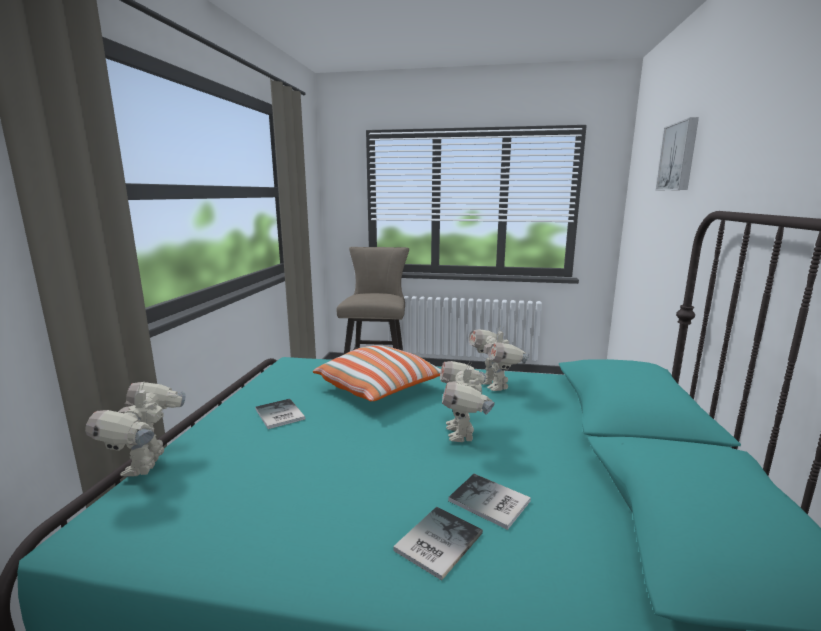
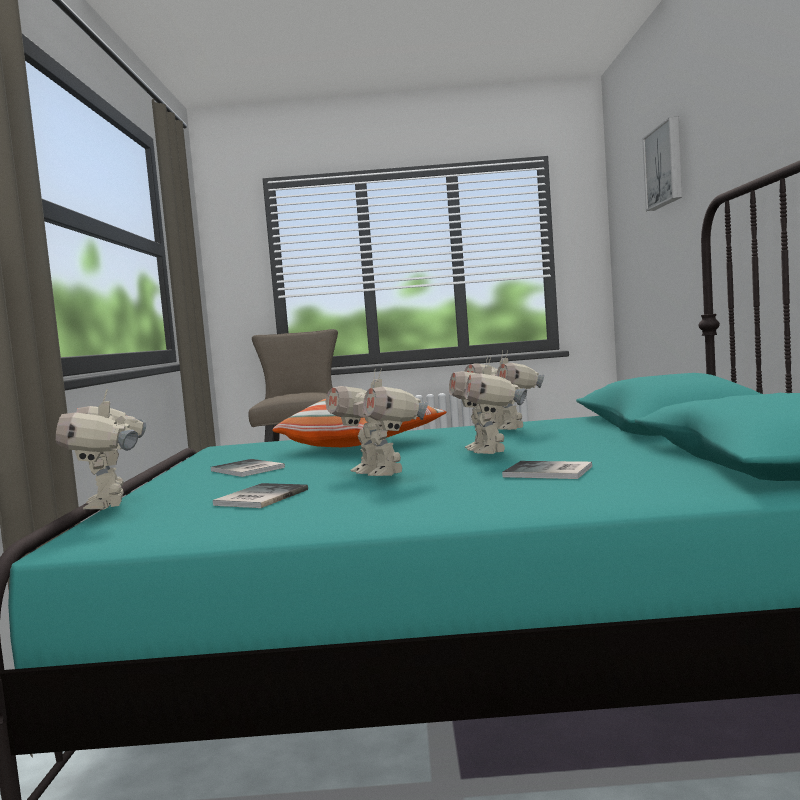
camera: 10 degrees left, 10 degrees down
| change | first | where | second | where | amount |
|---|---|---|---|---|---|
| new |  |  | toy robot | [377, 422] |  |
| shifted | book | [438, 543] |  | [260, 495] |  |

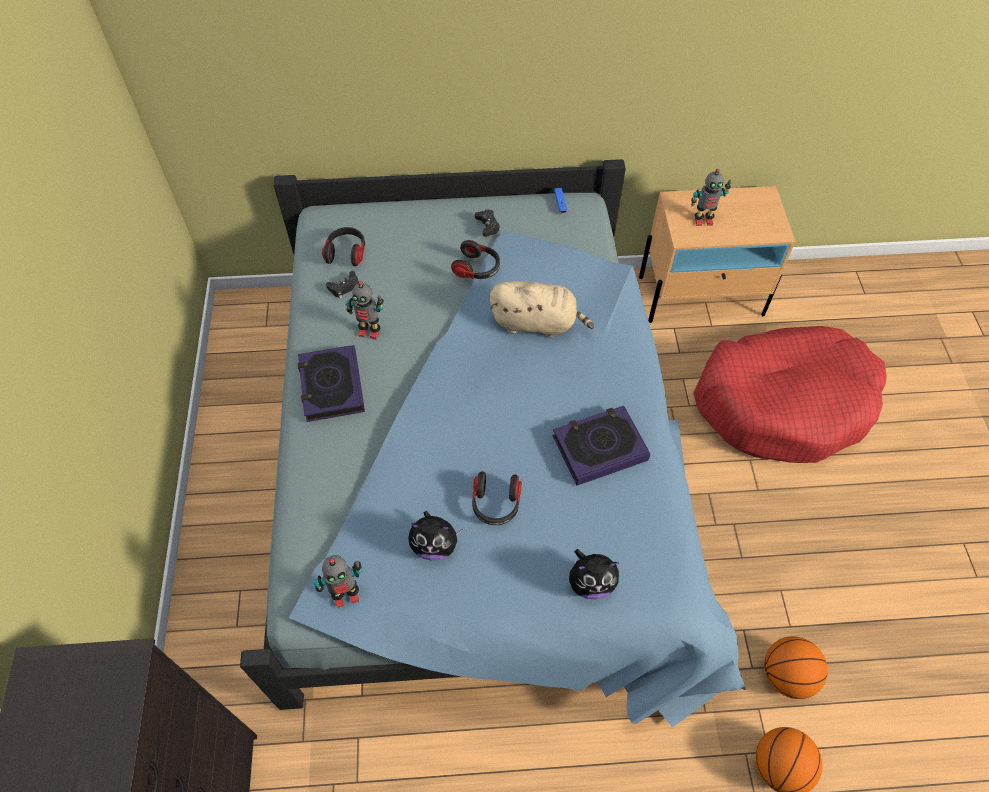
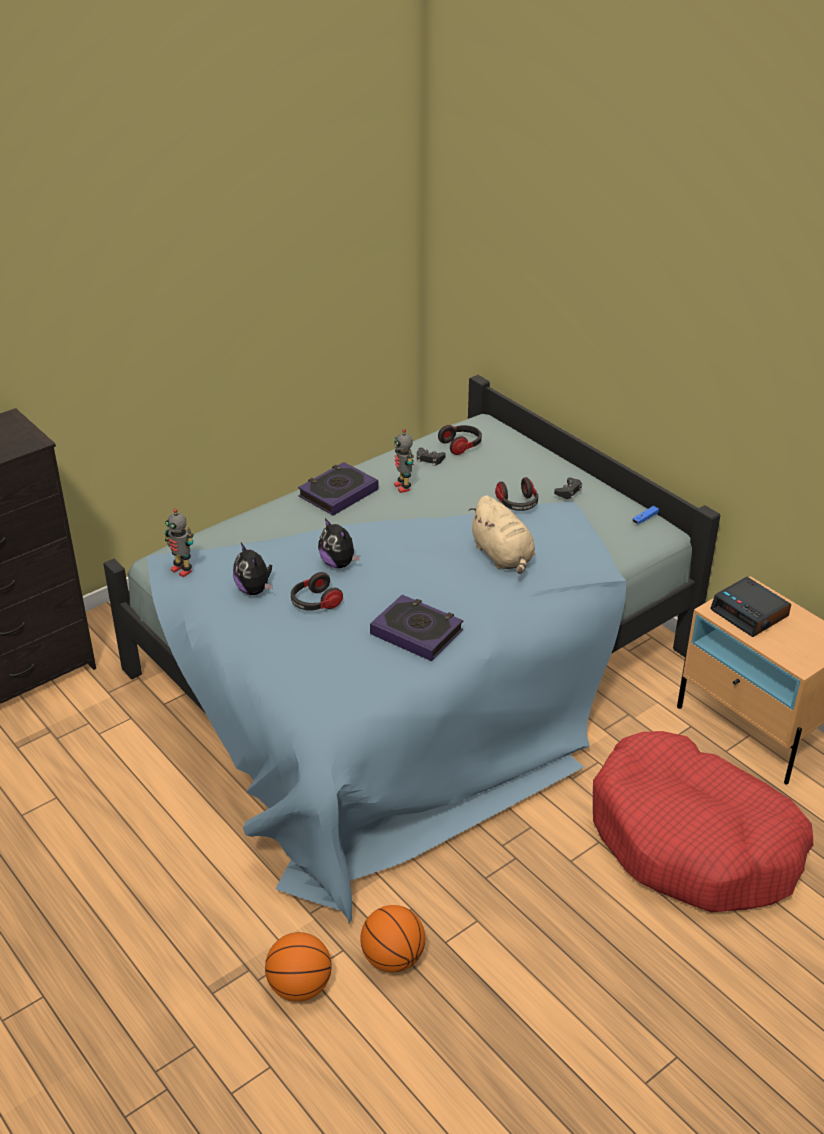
camera: 55 degrees right, 20 degrees down
| change | first | where | second | where | amount |
|---|---|---|---|---|---|
| shifted | plush toy | [594, 574] |  | [339, 543] |  |
| swapped | toy robot | [711, 197] | alarm clock | [750, 607] |  |

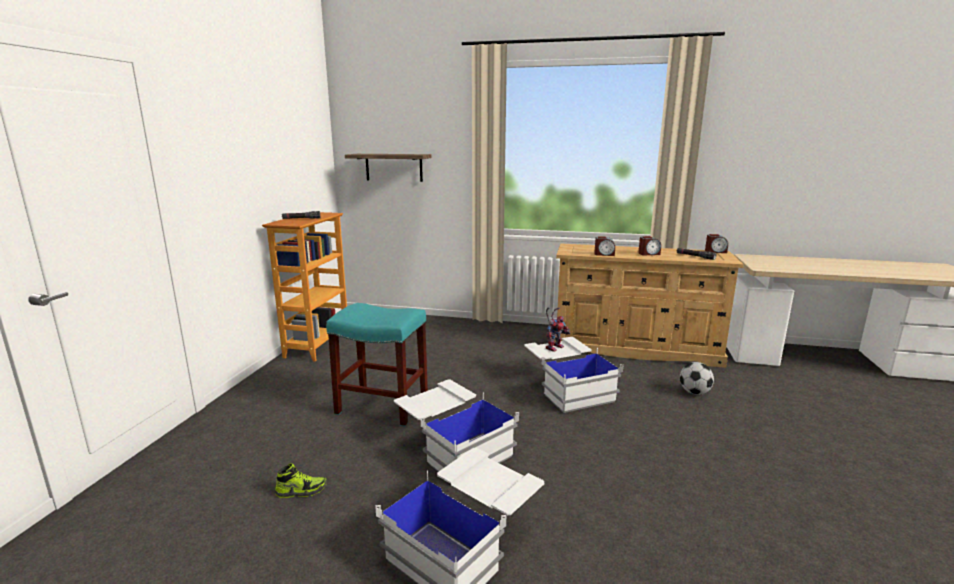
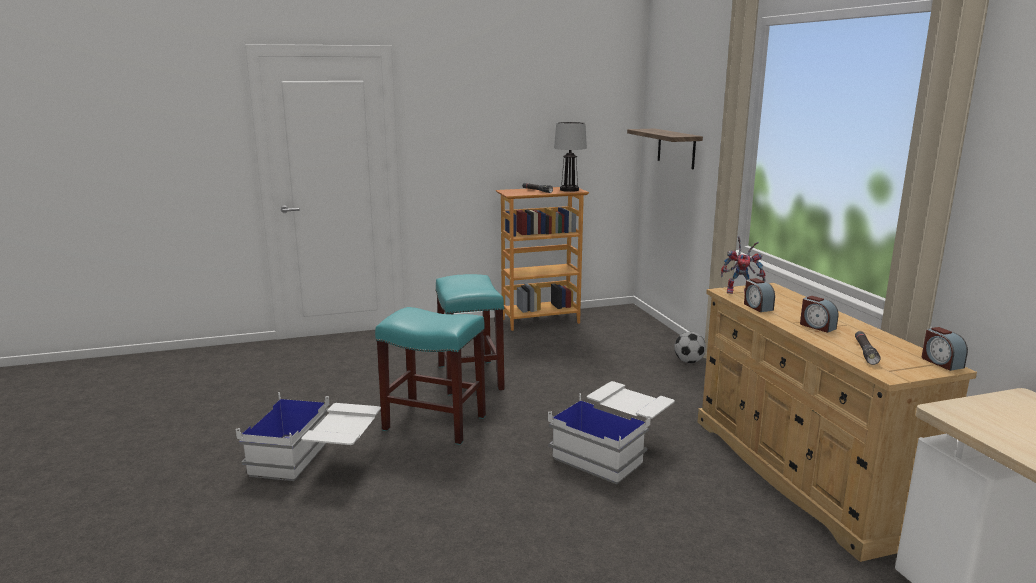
camera: 60 degrees right, 0 degrees up
| change | first | where | second | where | amount |
|---|---|---|---|---|---|
| gone | shoe | [301, 480] |  |  |  |
| new |  |  | table lamp | [570, 157] |  |
| shifted | toy robot | [558, 330] |  | [743, 265] |  |
| shifted | football | [697, 378] |  | [690, 347] |  |
| swapped | white storage box | [456, 425] | turquoise stool | [430, 376] |  |

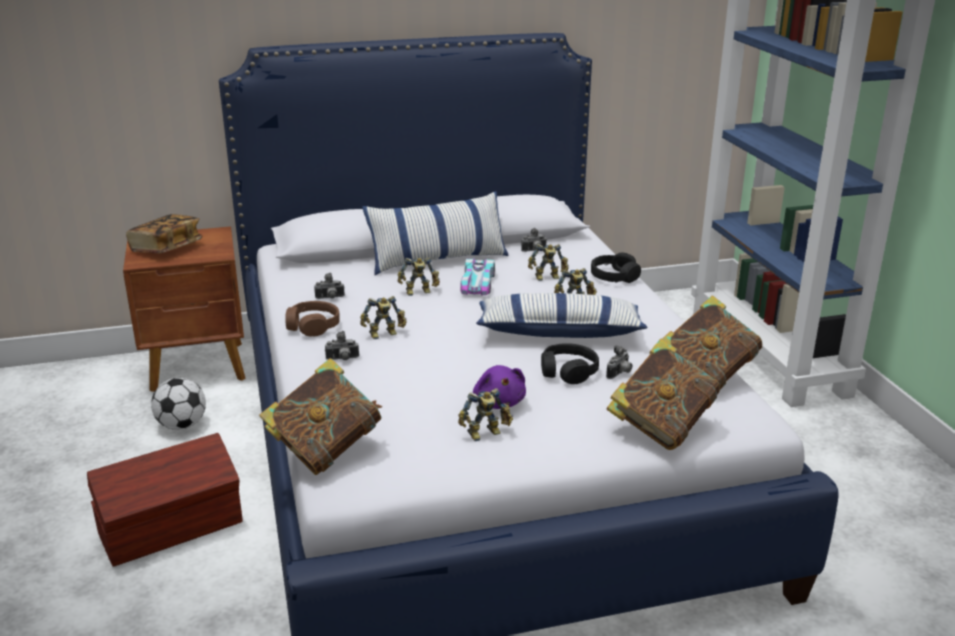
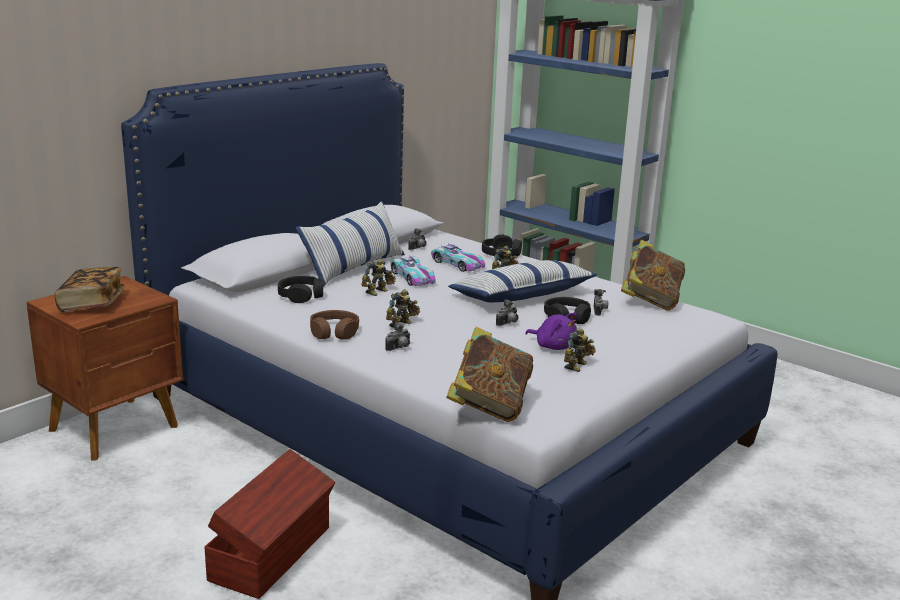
camera: 35 degrees left, 5 degrees down
| change | first | where | second | where | amount |
|---|---|---|---|---|---|
| gone | football | [178, 404] |  |  |  |
| gone | book | [663, 394] |  |  |  |
| new |  |  | black headphones | [300, 289] |  |
| shifted | photo camera | [329, 286] |  | [507, 312] |  |
| swapped | toy robot | [548, 262] | toy car | [458, 258] |  |

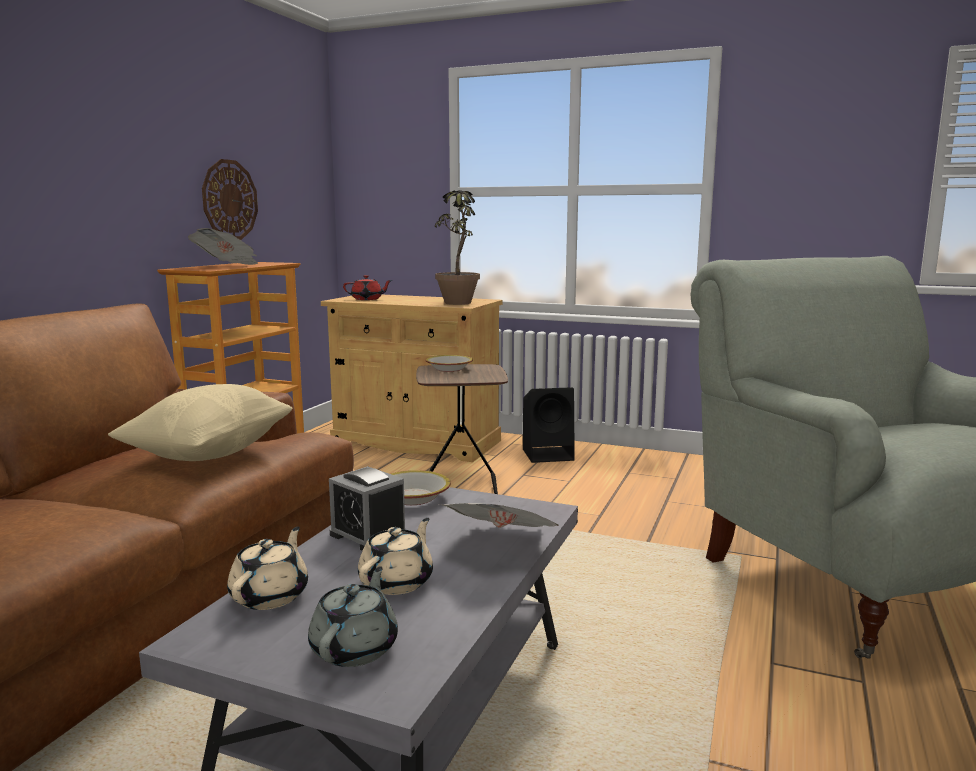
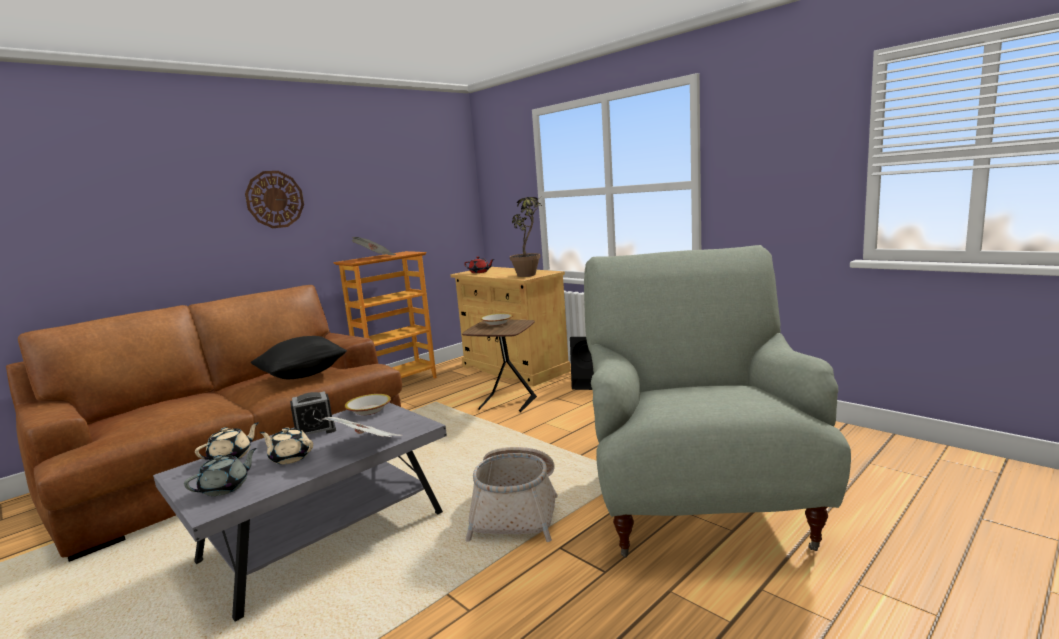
camera: 25 degrees right, 0 degrees up
| change | first | where | second | where | amount |
|---|---|---|---|---|---|
| new |  |  | basket | [512, 494] |  |
| shifted | wall clock | [230, 199] |  | [274, 199] |  |
| repainted | beige pillow | [200, 422] | black pillow | [298, 357] |  |
| rotated | alarm clock | [367, 508] |  | [313, 413] | 90 degrees counterclockwise |
| rotated | beige teapot | [395, 556] |  | [286, 445] | 120 degrees counterclockwise |

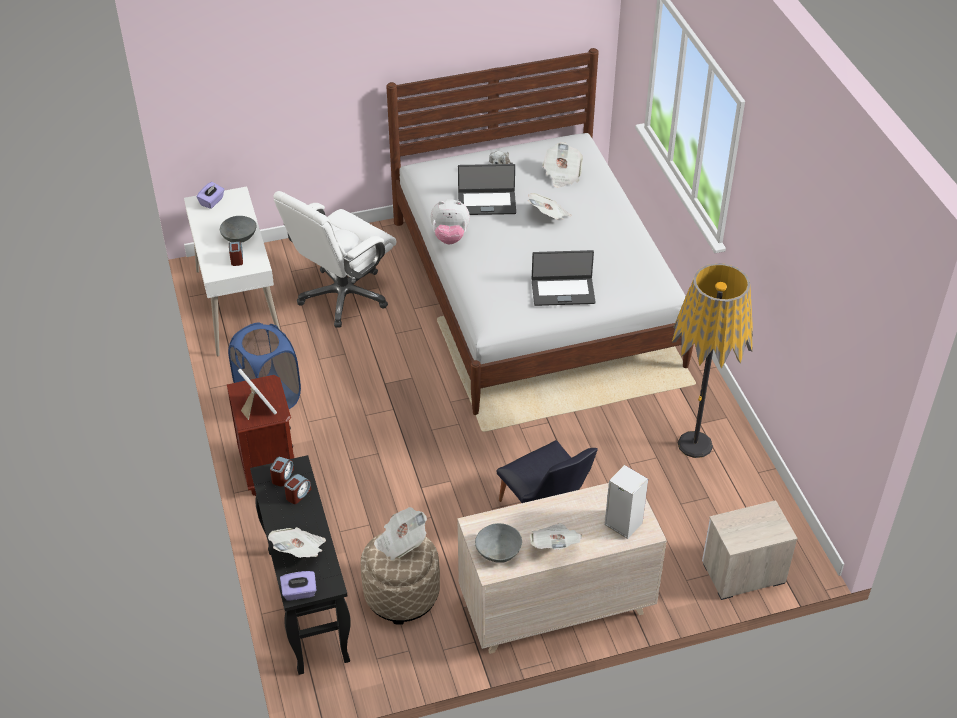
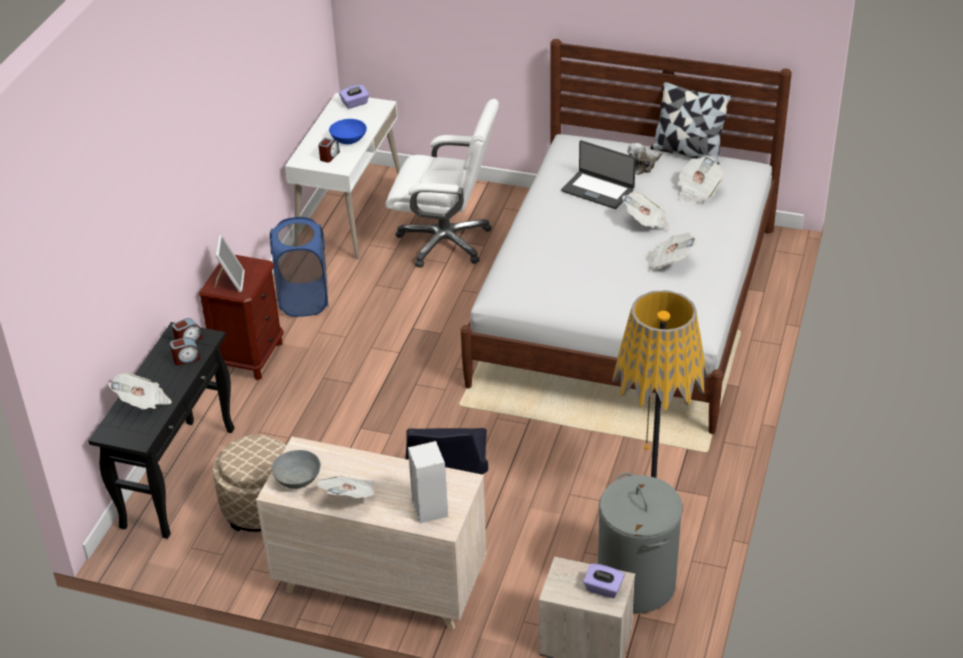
camera: 35 degrees right, 5 degrees down
| change | first | where | second | where | amount |
|---|---|---|---|---|---|
| gone | plush toy | [450, 221] |  |  |  |
| gone | laptop | [564, 278] |  |  |  |
| new |  |  | grey laundry basket | [640, 543] |  |
| new |  |  | pillow | [691, 123] |  |
| shifted | purple tissue box | [298, 586] |  | [604, 580] |  |
| shifted | newspaper | [400, 534] |  | [670, 251] |  |
| repainted | grey bowl | [238, 229] | blue bowl | [348, 131] |  |
| rotated | white office chair | [334, 259] |  | [442, 183] | 150 degrees counterclockwise |

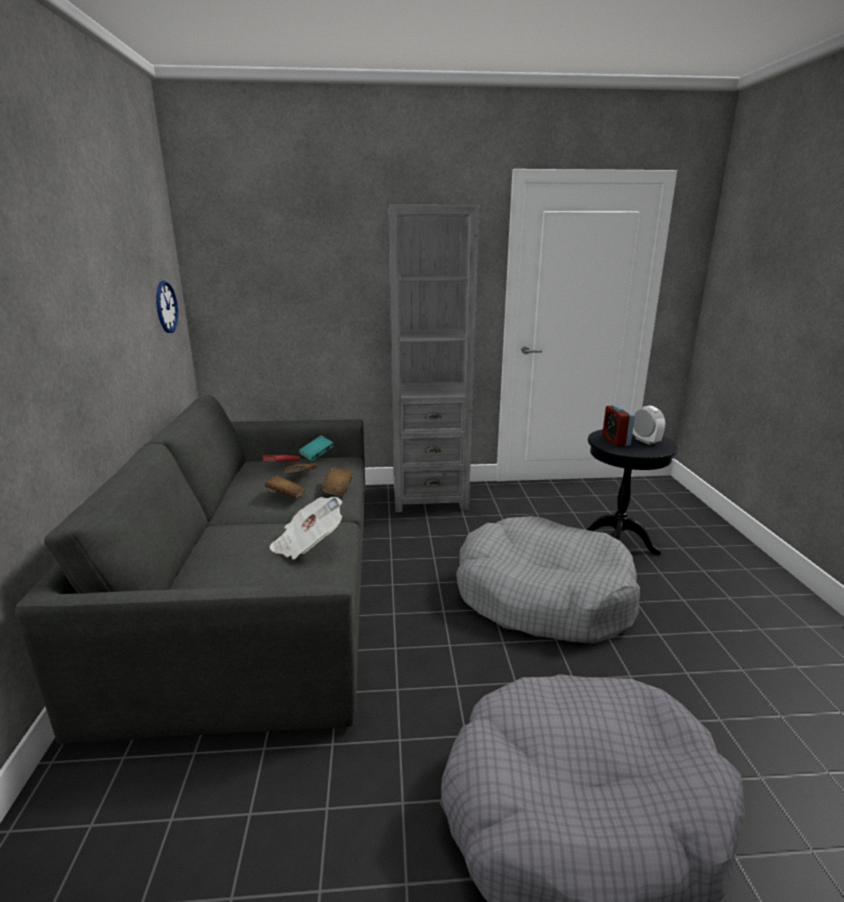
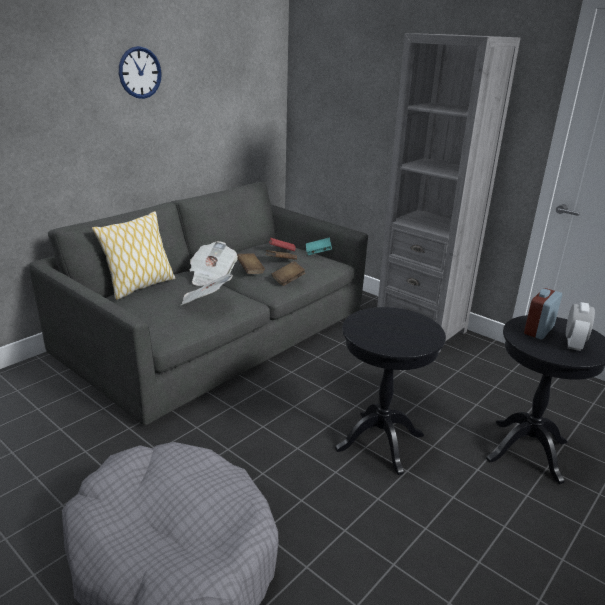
camera: 45 degrees right, 5 degrees up
| change | first | where | second | where | amount |
|---|---|---|---|---|---|
| new |  |  | pillow | [134, 255] |  |
| new |  |  | newspaper | [213, 263] |  |
| shifted | wall clock | [167, 307] |  | [140, 72] |  |
| swapped | grey dog bed | [548, 580] | black side table | [390, 391] |  |

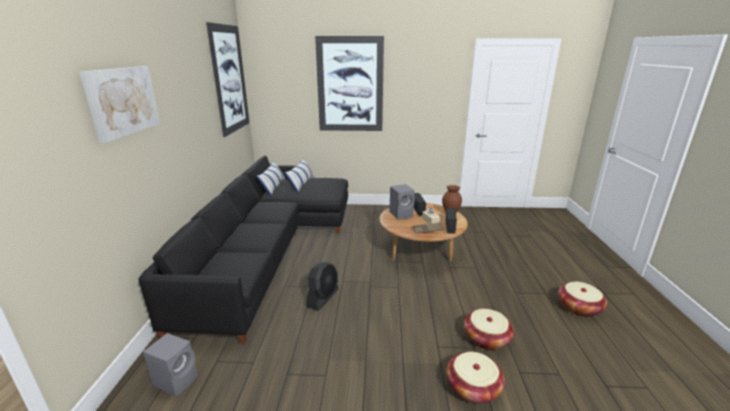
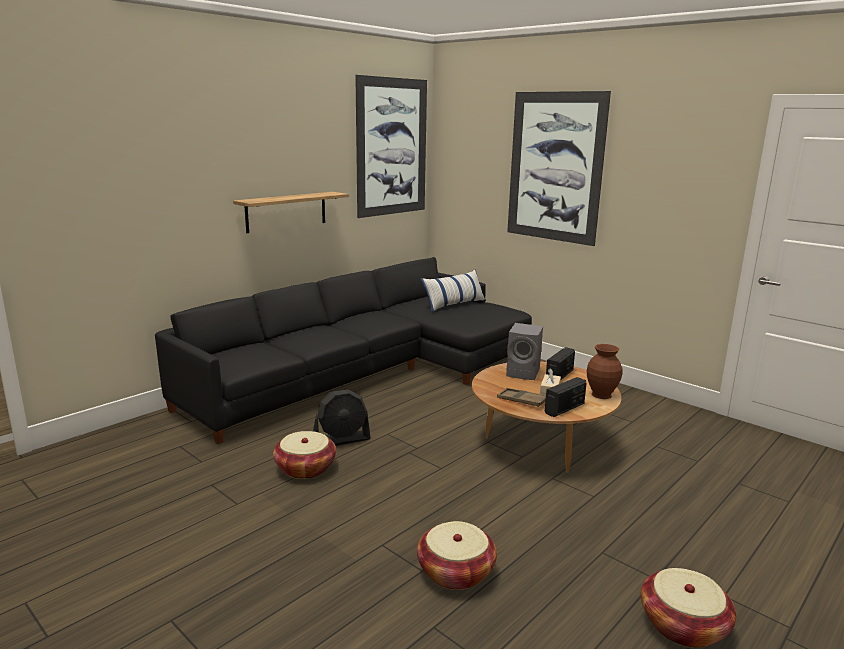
camera: 40 degrees right, 5 degrees down
| change | first | where | second | where | amount |
|---|---|---|---|---|---|
| gone | picture | [119, 104] |  |  |  |
| gone | grey speaker | [170, 364] |  |  |  |
| gone | pillow | [271, 179] |  |  |  |
| new |  |  | shelf | [291, 212] |  |
| shifted | basket | [476, 378] |  | [304, 455] |  |

